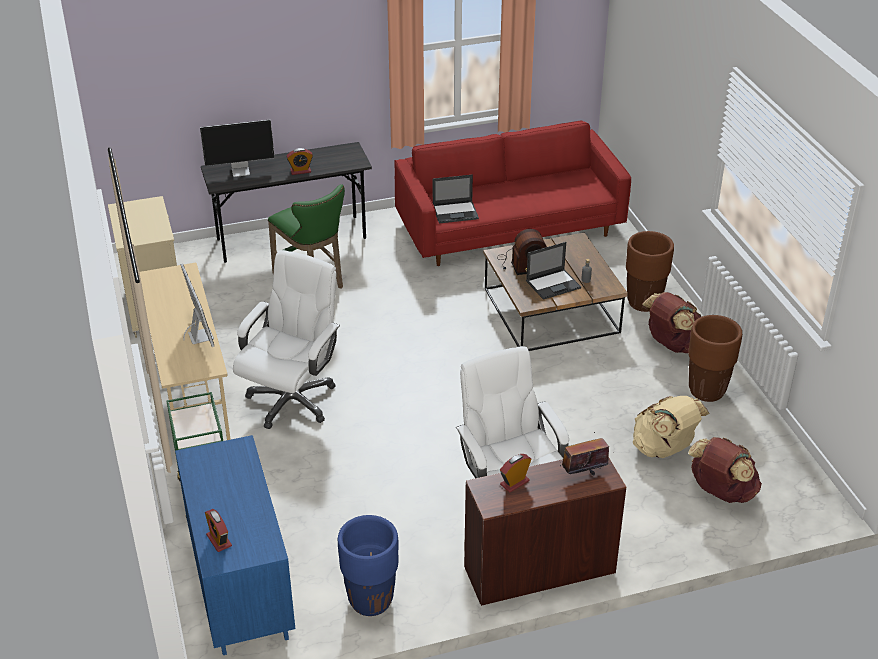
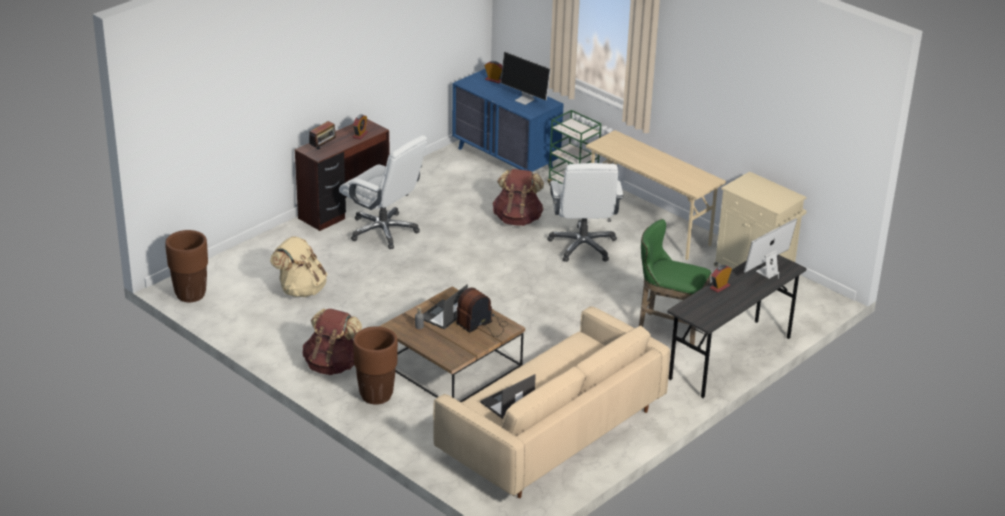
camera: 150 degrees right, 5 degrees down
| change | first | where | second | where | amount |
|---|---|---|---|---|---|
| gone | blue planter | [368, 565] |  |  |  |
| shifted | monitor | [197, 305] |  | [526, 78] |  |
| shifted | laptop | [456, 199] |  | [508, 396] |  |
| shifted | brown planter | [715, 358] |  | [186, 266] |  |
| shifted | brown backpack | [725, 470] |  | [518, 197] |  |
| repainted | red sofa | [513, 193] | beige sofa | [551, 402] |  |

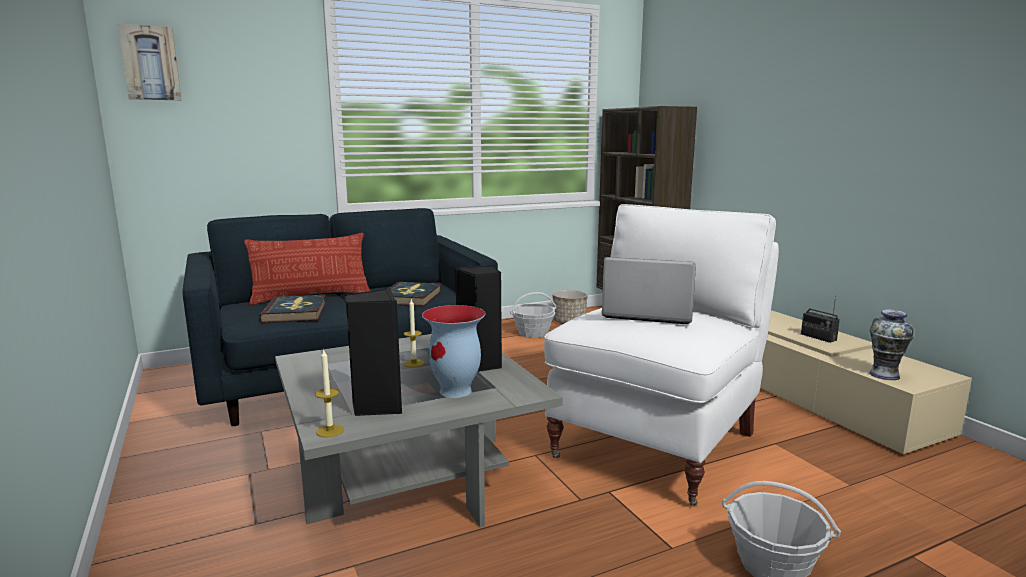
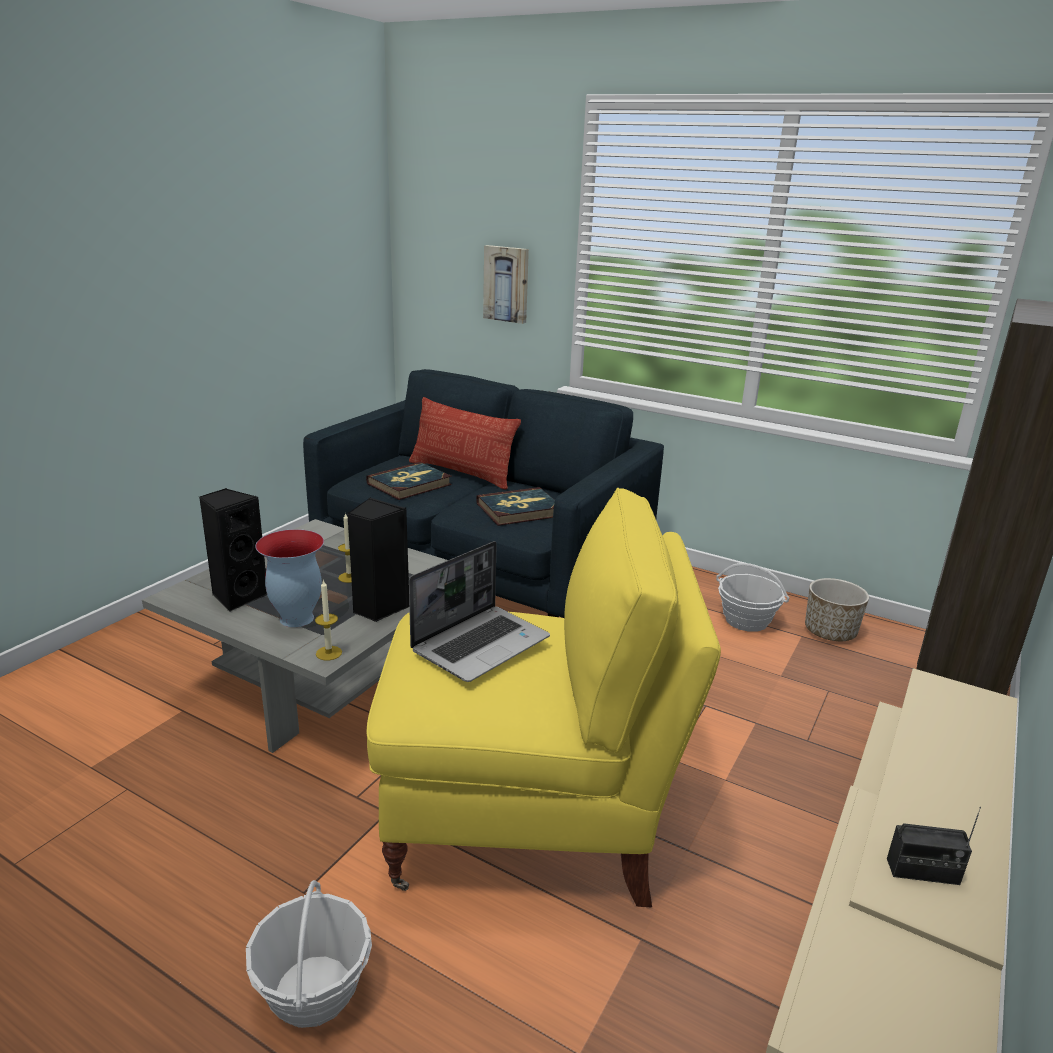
camera: 55 degrees right, 10 degrees up
| change | first | where | second | where | amount |
|---|---|---|---|---|---|
| gone | vase | [891, 345] |  |  |  |
| shifted | picture | [149, 62] |  | [506, 284] |  |
| shifted | candle | [329, 393] |  | [328, 619] |  |
| repainted | white armchair | [661, 355] | yellow armchair | [544, 697] |  |
| rotated | laptop | [649, 290] |  | [479, 611] | 60 degrees clockwise |
| rotated | radio | [820, 319] |  | [934, 846] | 105 degrees counterclockwise |

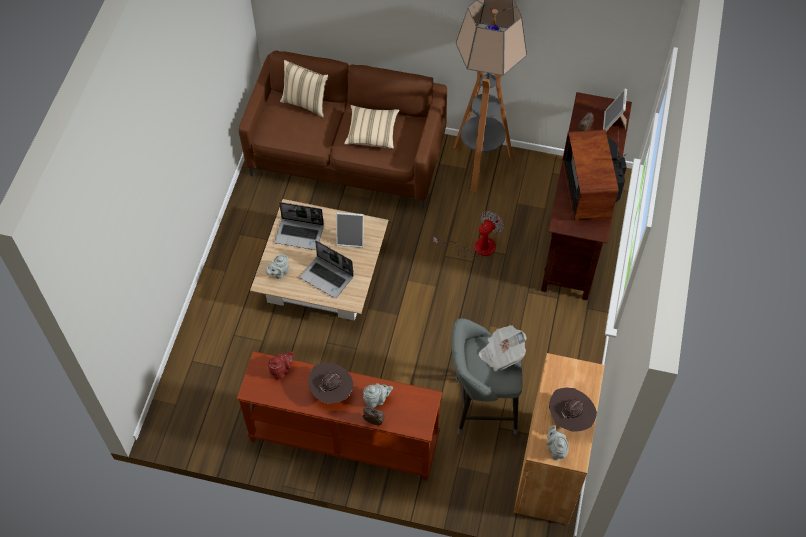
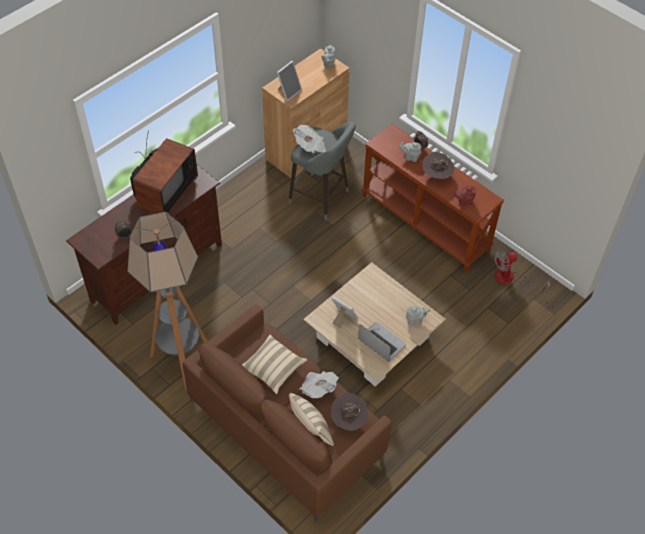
camera: 150 degrees left, 5 degrees down
| change | first | where | second | where | amount |
|---|---|---|---|---|---|
| gone | laptop | [326, 269] |  |  |  |
| new |  |  | newspaper | [319, 384] |  |
| shifted | fan | [468, 234] |  | [522, 272] |  |
| shifted | brown hat | [573, 410] |  | [349, 412] |  |
| shifted | picture frame | [615, 110] |  | [289, 81] |  |

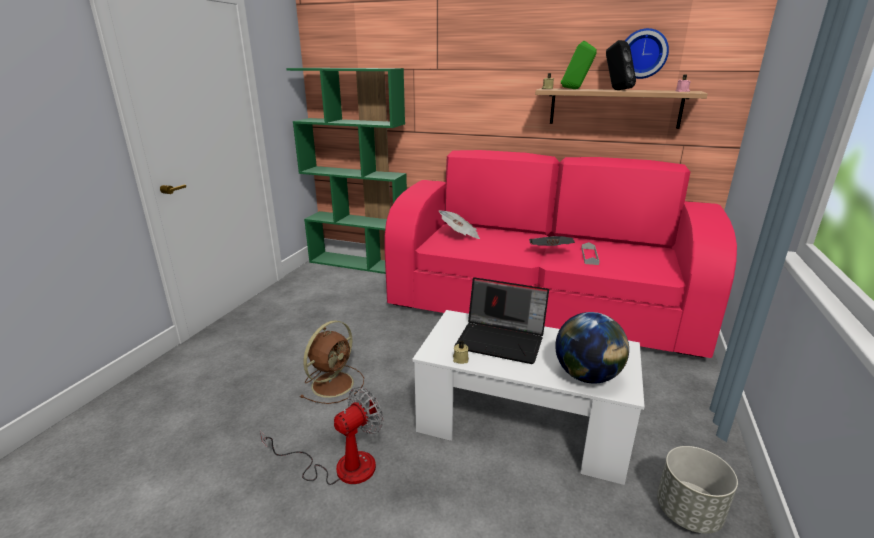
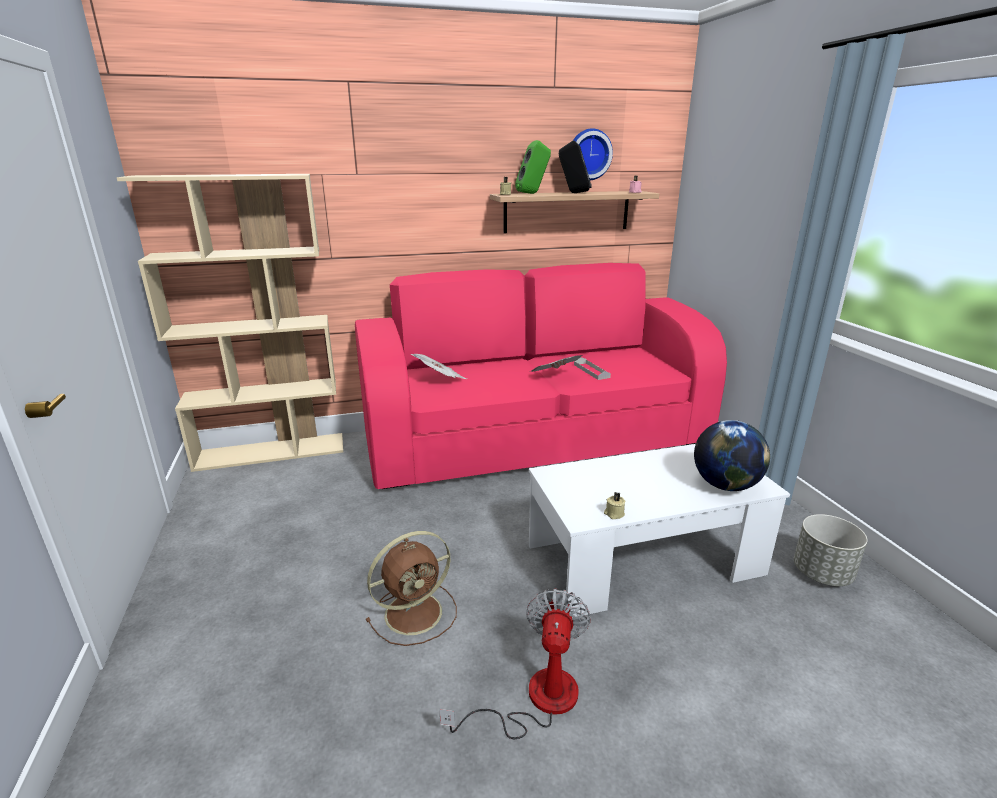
camera: 35 degrees left, 0 degrees up
| change | first | where | second | where | amount |
|---|---|---|---|---|---|
| gone | laptop | [502, 320] |  |  |  |
| repainted | green bookcase | [346, 171] | beige bookcase | [229, 323] |  |
| rotated | brown fan | [332, 362] |  | [411, 588] | 60 degrees clockwise |

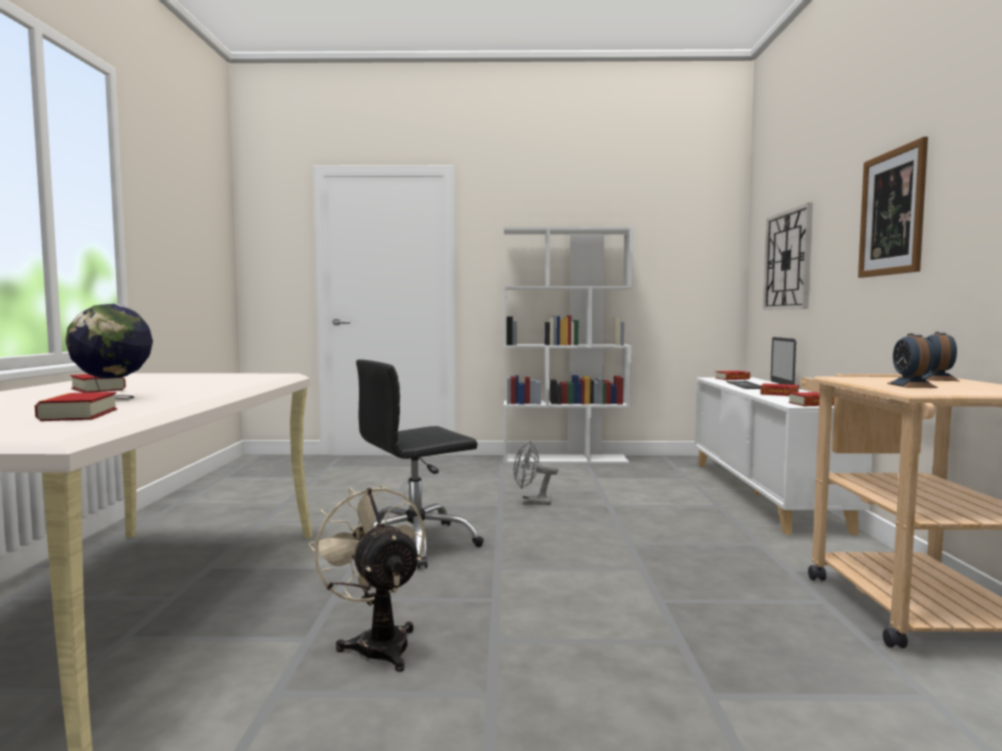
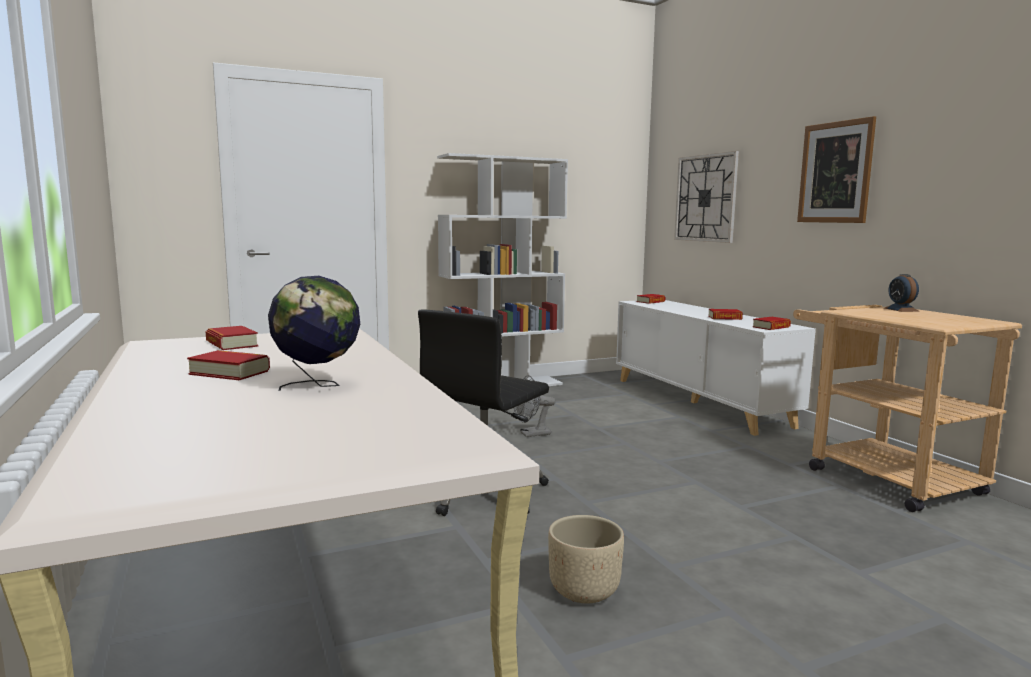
camera: 25 degrees left, 5 degrees up
| change | first | where | second | where | amount |
|---|---|---|---|---|---|
| gone | laptop | [761, 363] |  |  |  |
| gone | alarm clock | [912, 360] |  |  |  |
| shifted | book | [76, 406] |  | [231, 338] |  |
| swapped | beige fan | [366, 578] | beige planter | [586, 559] |  |

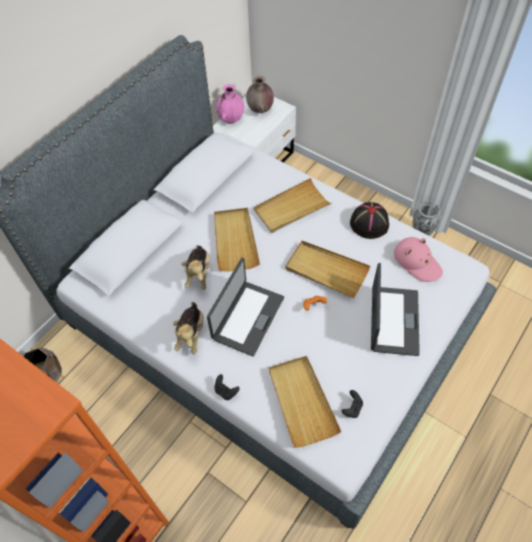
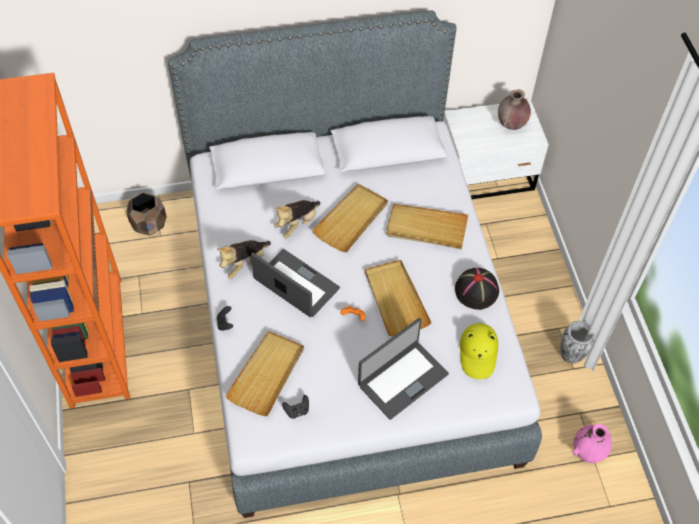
camera: 40 degrees right, 0 degrees up
| change | first | where | second | where | amount |
|---|---|---|---|---|---|
| shifted | pink vase | [230, 104] |  | [592, 443] |  |
| repainted | pink hat | [418, 259] | yellow hat | [479, 351] |  |
| rotated | laptop | [245, 307] |  | [295, 283] | 120 degrees counterclockwise |

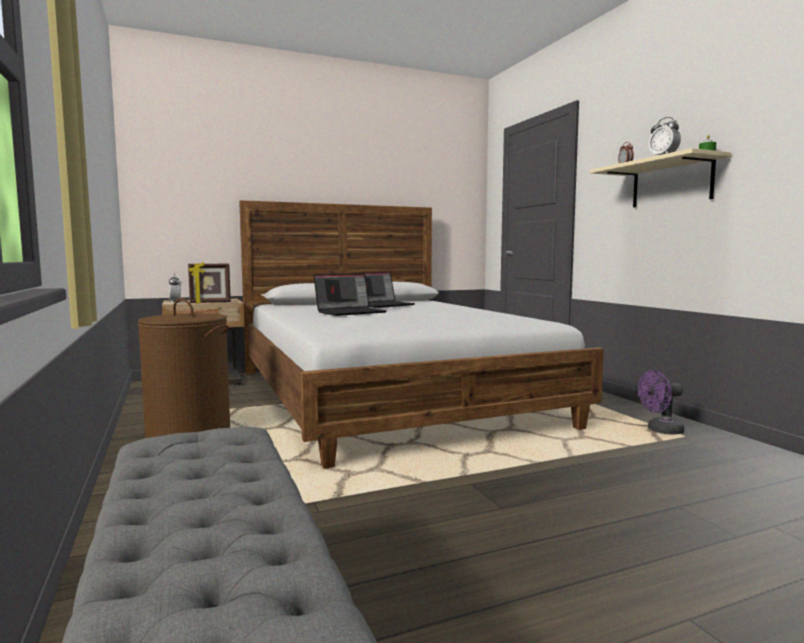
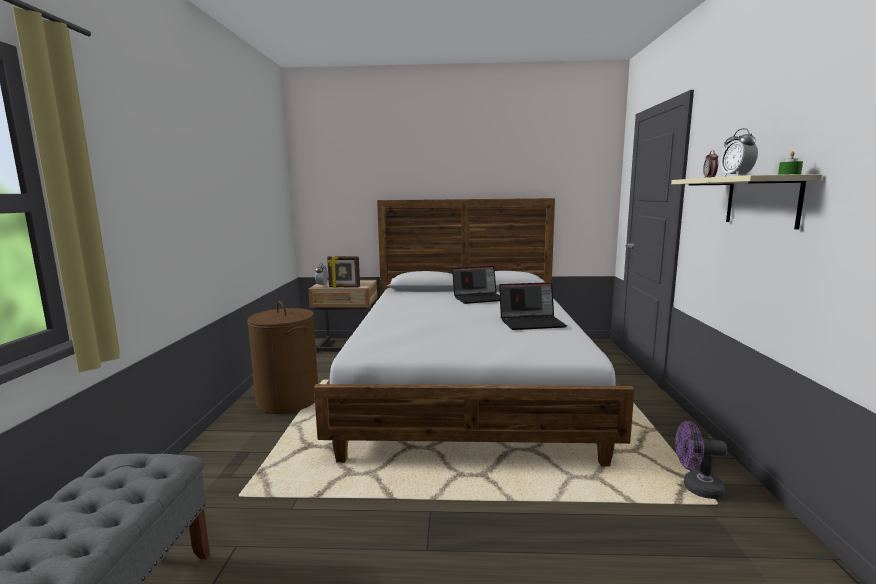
camera: 25 degrees right, 5 degrees up
| change | first | where | second | where | amount |
|---|---|---|---|---|---|
| shifted | laptop | [350, 294] |  | [533, 306] |  |

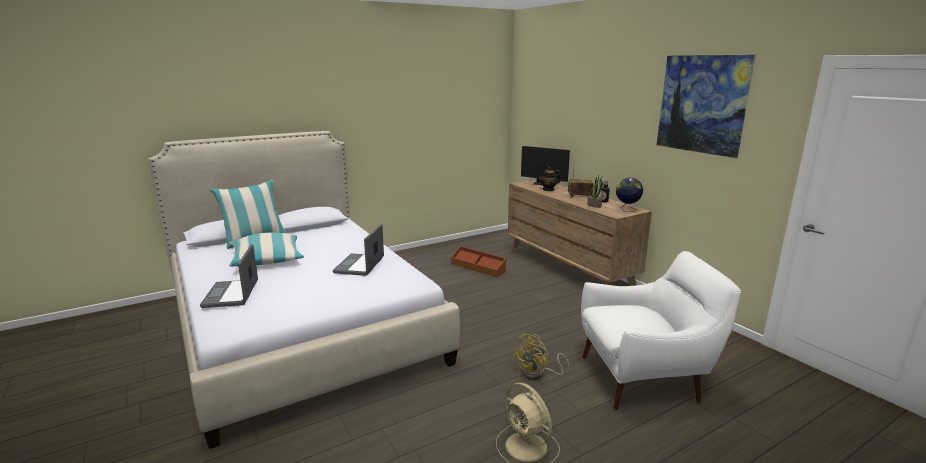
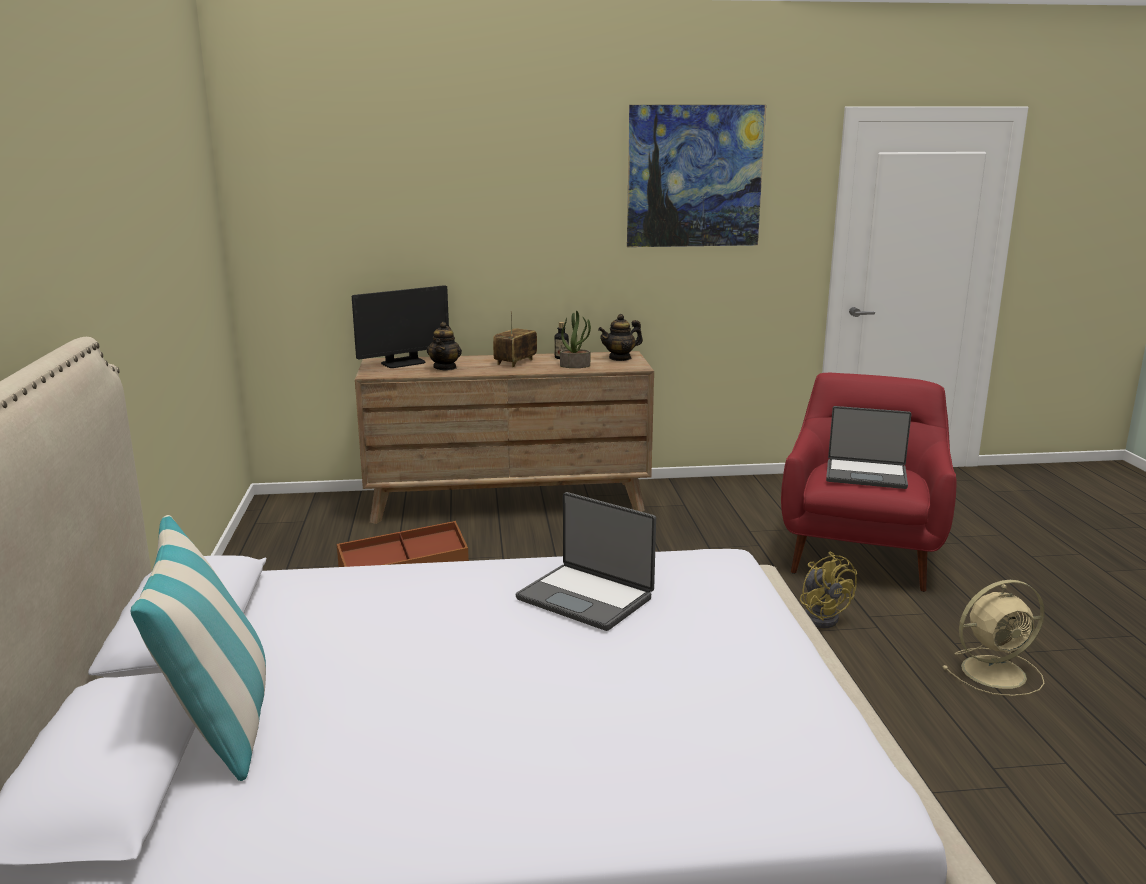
camera: 65 degrees left, 0 degrees up
| change | first | where | second | where | amount |
|---|---|---|---|---|---|
| gone | pillow | [266, 249] |  |  |  |
| shifted | laptop | [229, 276] |  | [868, 447] |  |
| swapped | globe | [629, 194] | teapot | [620, 337] |  |
| repainted | white armchair | [661, 330] | red armchair | [869, 482] |  |

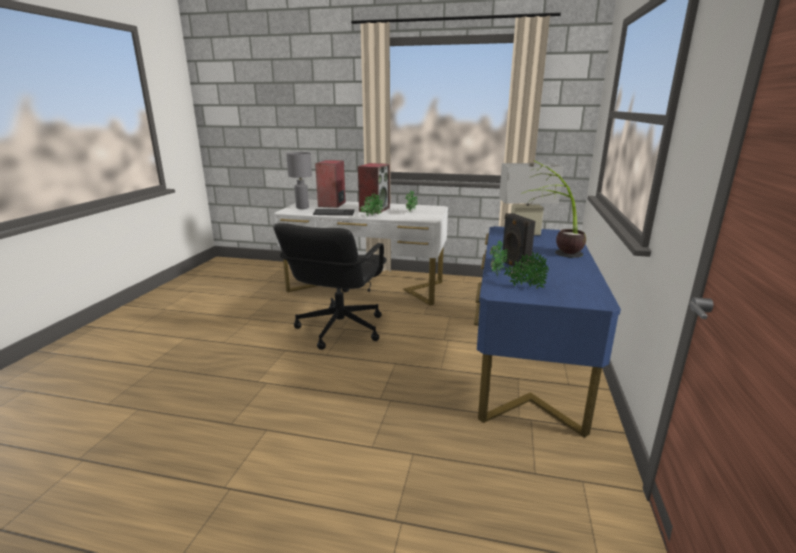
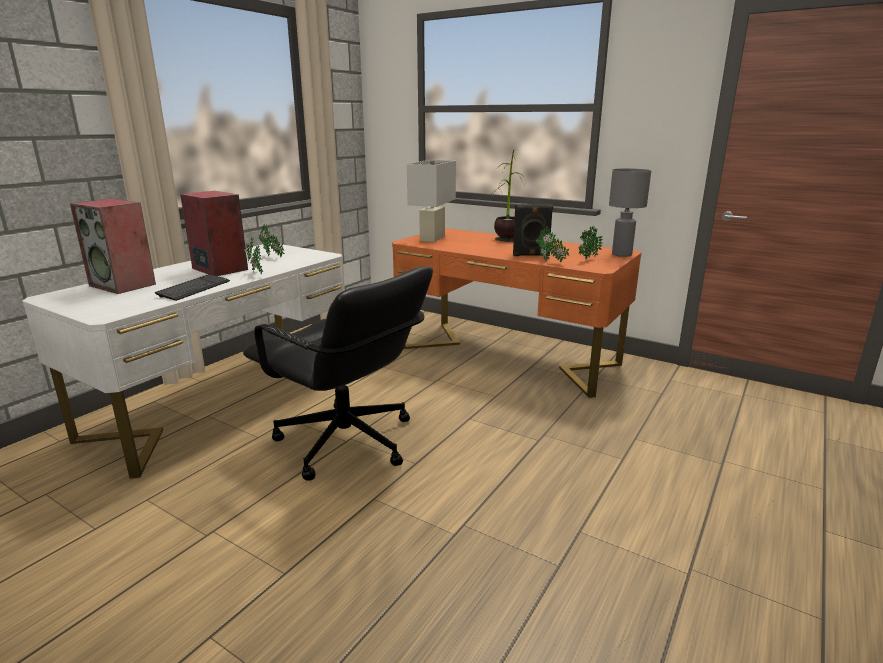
camera: 70 degrees left, 0 degrees up
| change | first | where | second | where | amount |
|---|---|---|---|---|---|
| shifted | grey table lamp | [299, 180] |  | [630, 212] |  |
| repainted | blue desk | [547, 332] | orange desk | [516, 313] |  |

